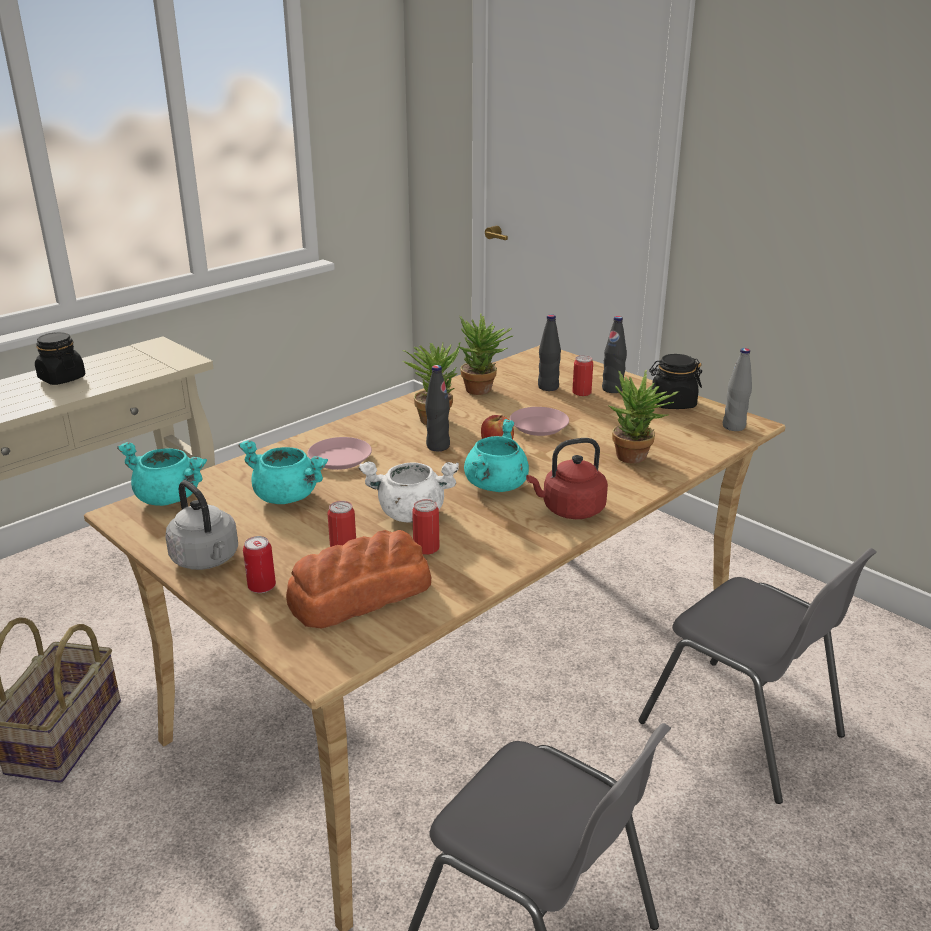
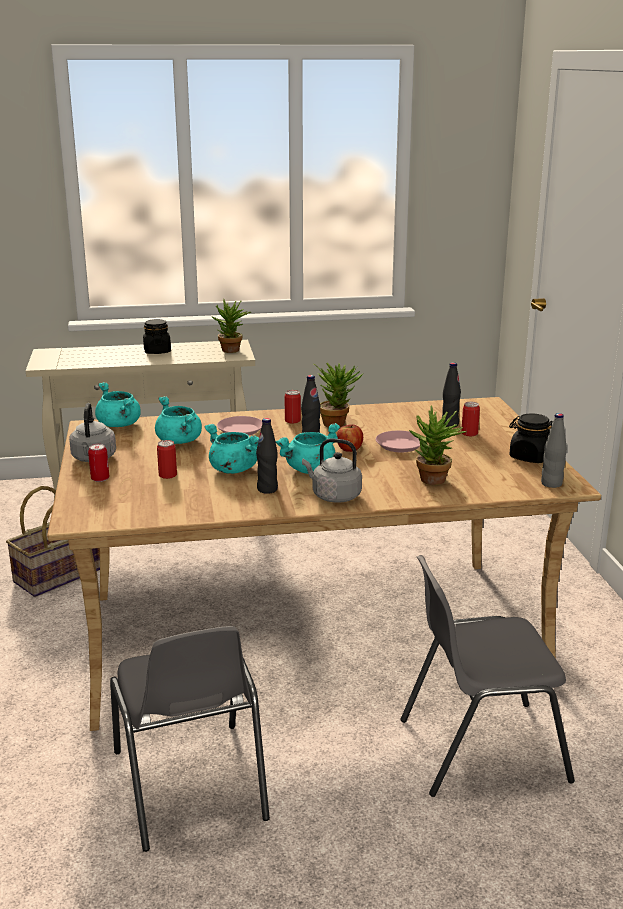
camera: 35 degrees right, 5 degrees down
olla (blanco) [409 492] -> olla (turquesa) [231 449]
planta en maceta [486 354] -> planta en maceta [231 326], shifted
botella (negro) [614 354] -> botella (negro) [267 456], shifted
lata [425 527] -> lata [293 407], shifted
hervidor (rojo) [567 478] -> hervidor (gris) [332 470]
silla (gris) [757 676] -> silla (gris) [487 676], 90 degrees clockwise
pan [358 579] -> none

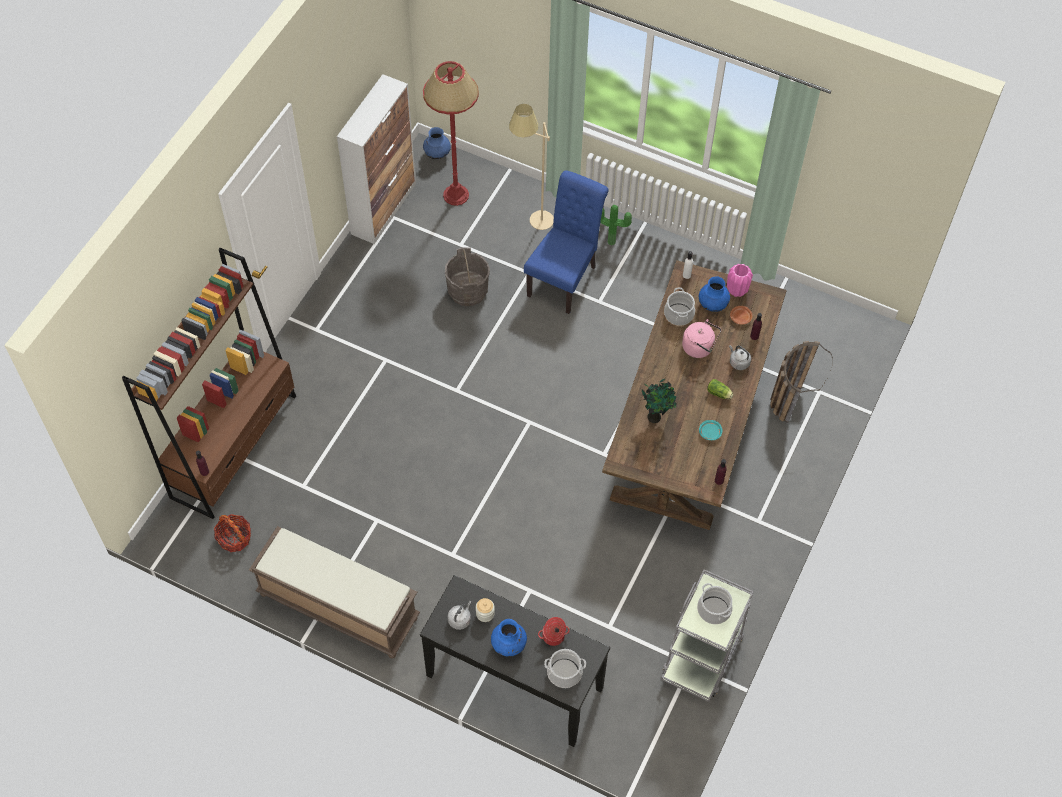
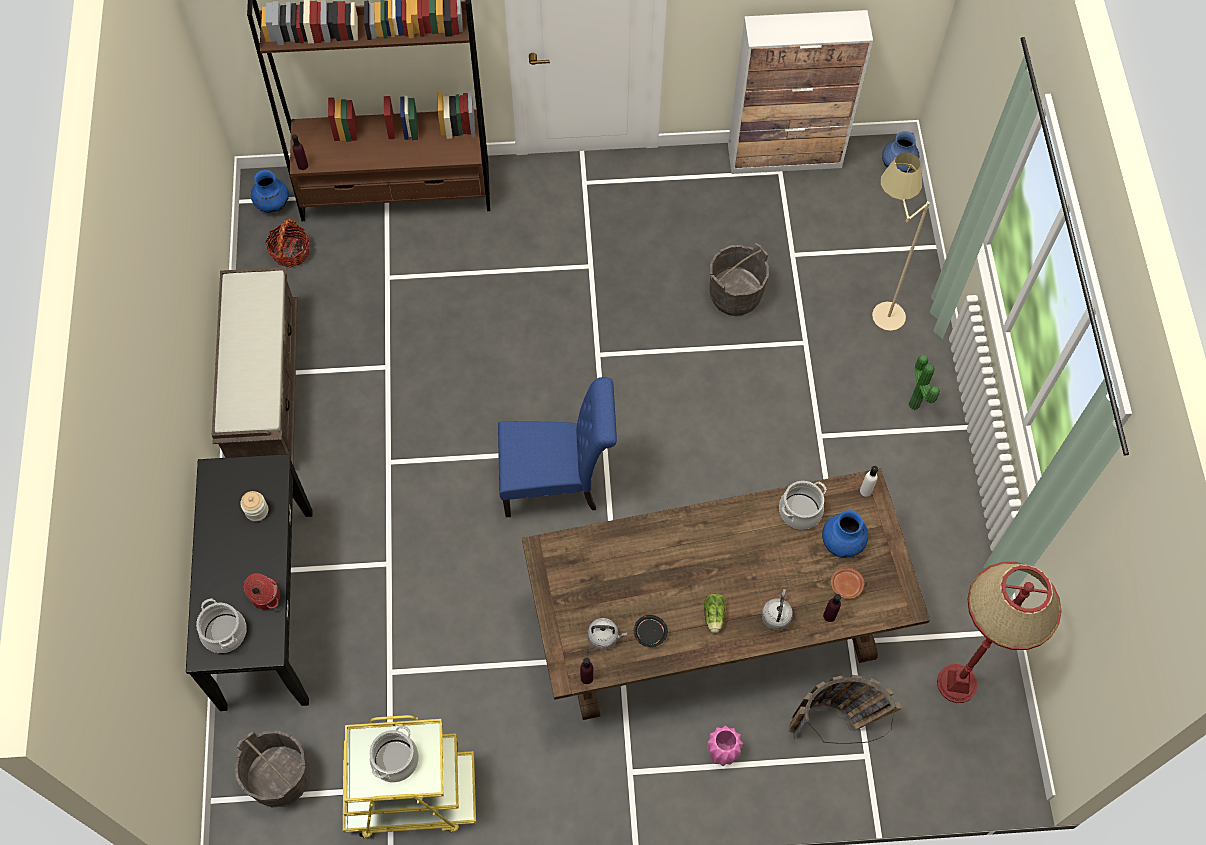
camera: 60 degrees right, 5 degrees up
none -> cubo (gris) [272 768]
florero (azul) [509 638] -> florero (azul) [270 191], shifted
carrito (gris) [707 635] -> carrito (amarillo) [409 776]
silla (azul) [566 242] -> silla (azul) [557 447], shifted
hervidor (gris) [459 615] -> hervidor (gris) [607 634], shifted
plato (turquesa) [710 430] -> plato (negro) [651 631]
florero (rosa) [740 280] -> florero (rosa) [725 746], shifted
lámpara de pie (rojo) [451 133] -> lámpara de pie (rojo) [999 632], shifted
planta en maceta [659 401] -> none
hervidor (rosa) [701 338] -> none

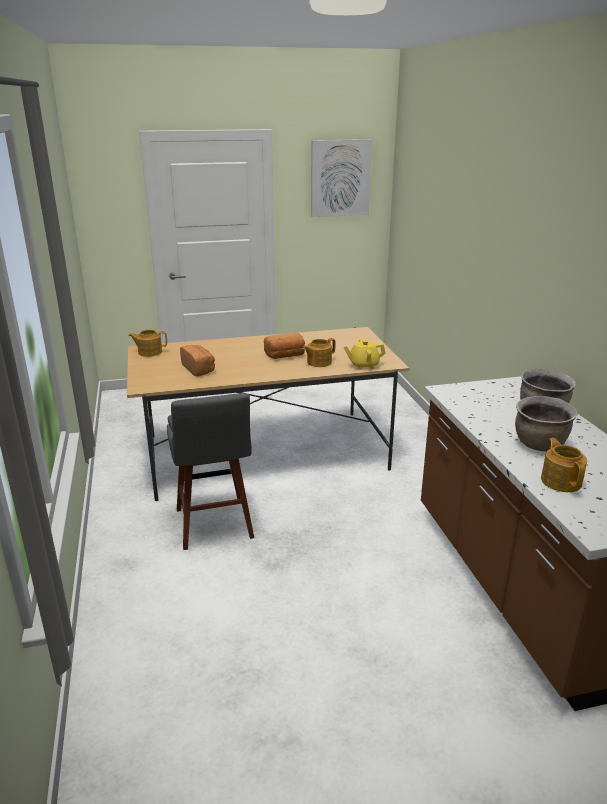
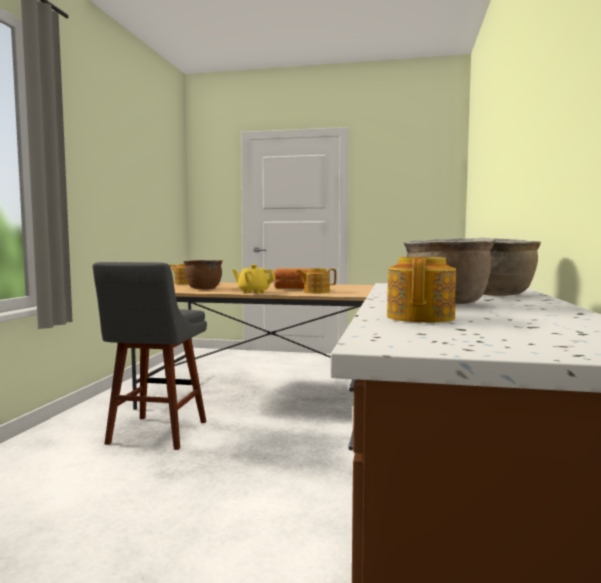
camera: 25 degrees right, 20 degrees down
pan [197 361] -> olla (marrón) [203 274]
tetera (amarillo) [365 354] -> tetera (amarillo) [253 279], shifted
cuadro [341 178] -> none

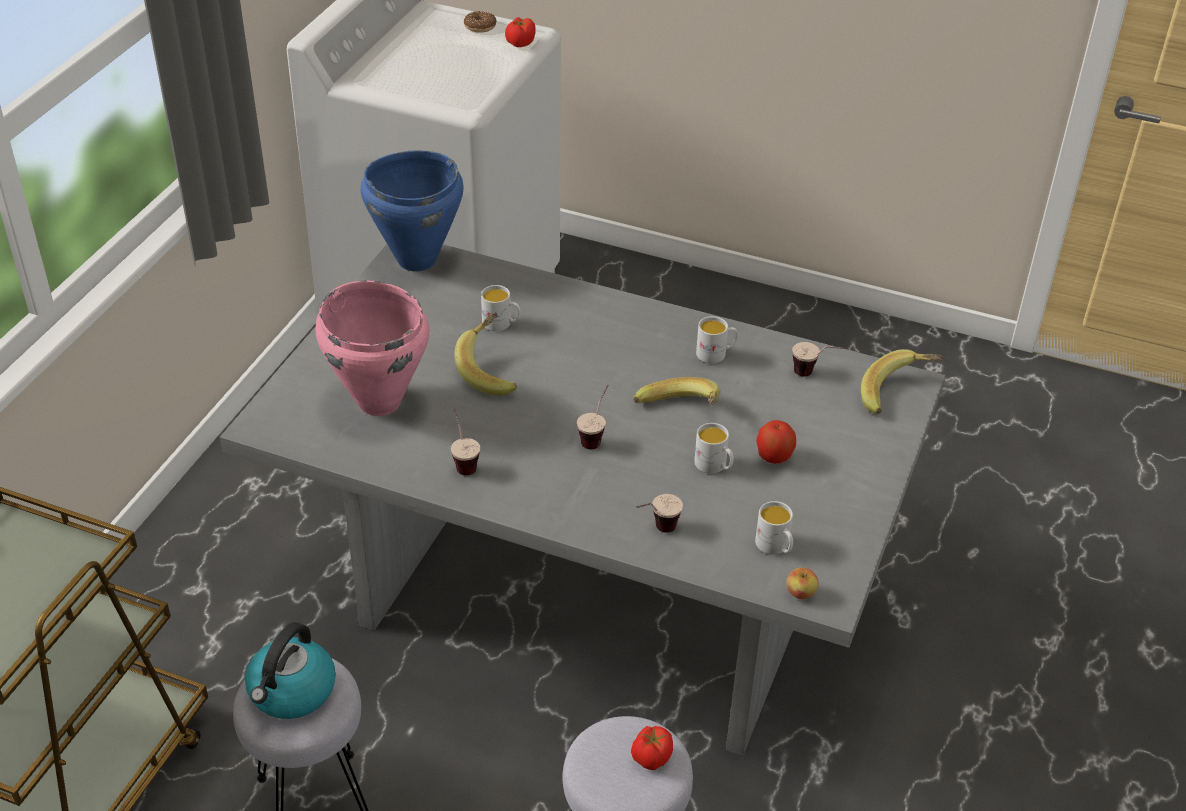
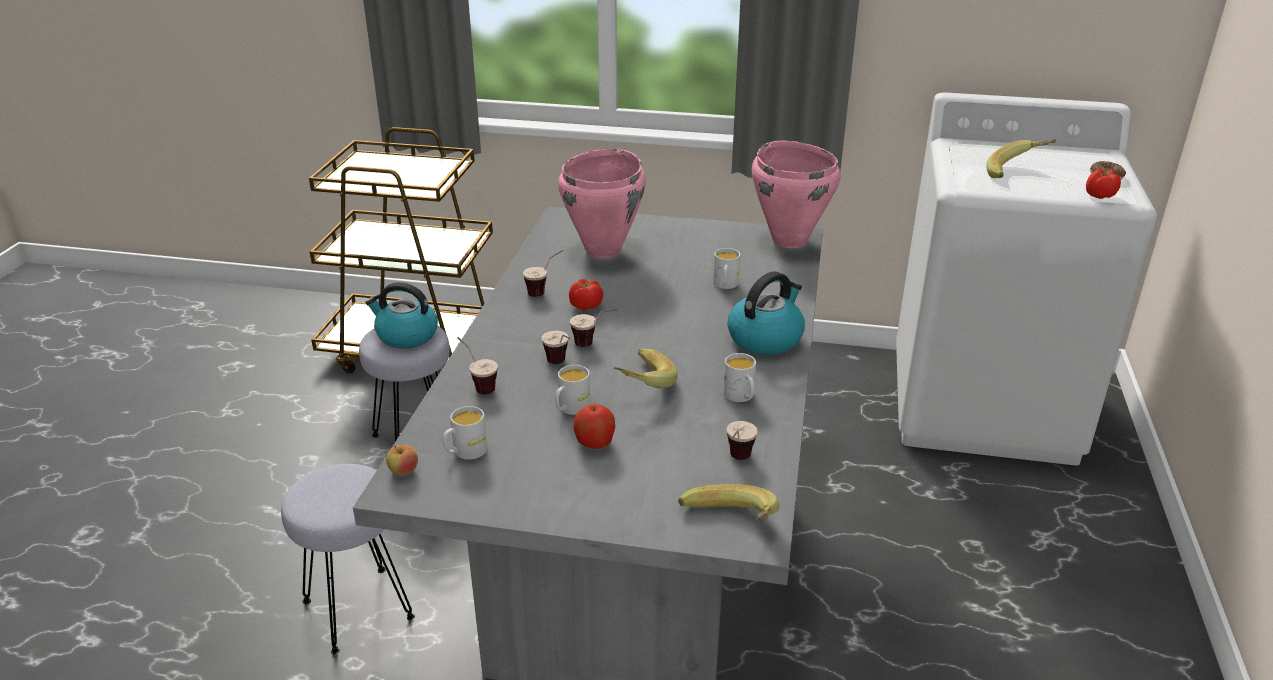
camera: 80 degrees right, 10 degrees down
none -> taza [556 347]
tomate [652 748] -> tomate [586 294], shifted
none -> hervidor [766 313]
olla (azul) [412 211] -> olla (rosa) [796 194]
plátano [486 354] -> plátano [1021 158], shifted

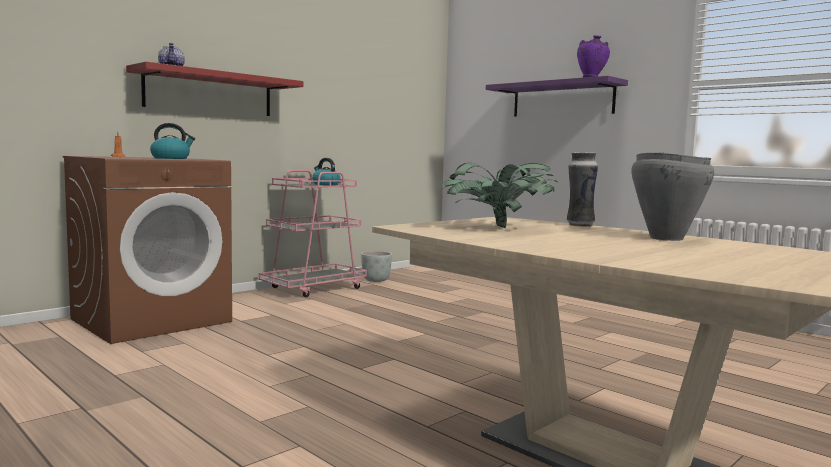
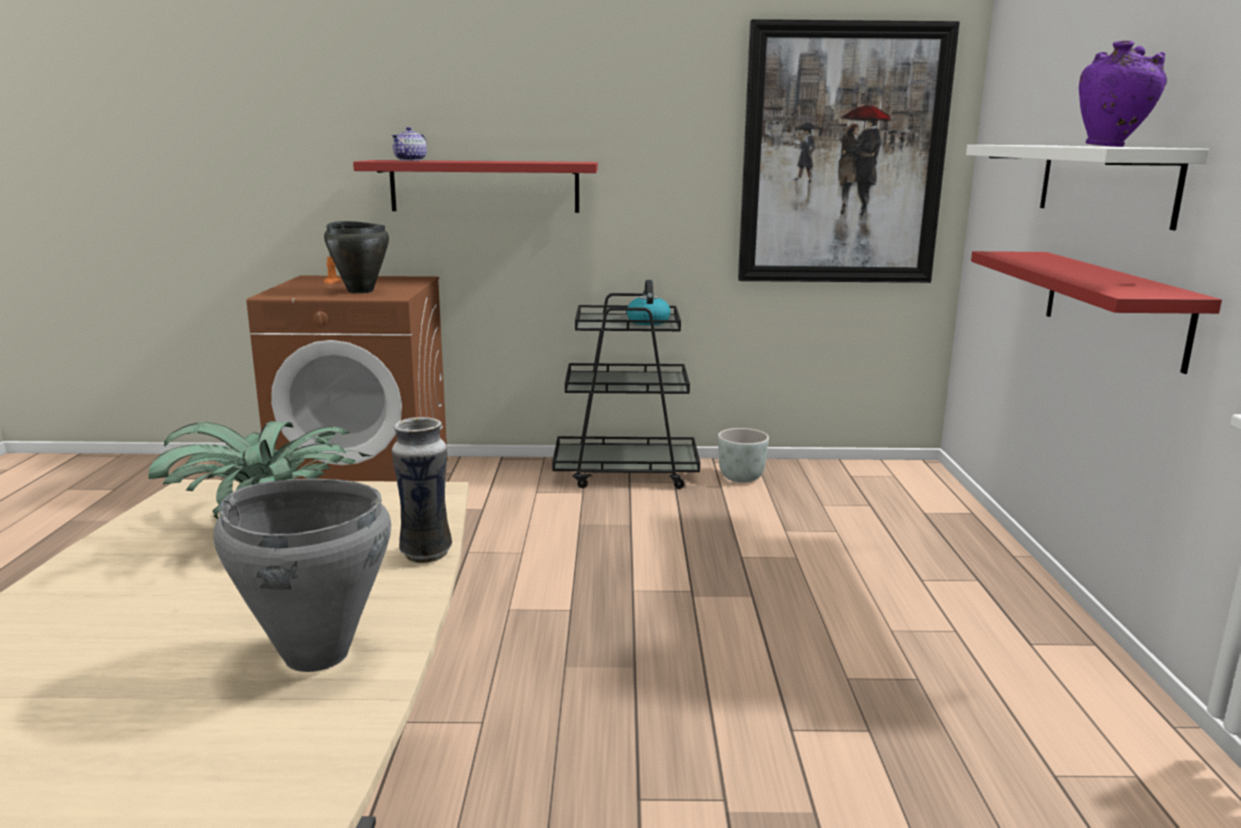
camera: 45 degrees right, 10 degrees up
hervidor [172 141] -> olla (negro) [356 257]
carrito (rosa) [313 233] -> carrito (negro) [626 391]
none -> cuadro [849 151]
estante (morado) [557 96] -> estante (blanco) [1087 187]
none -> estante (rojo) [1096 312]

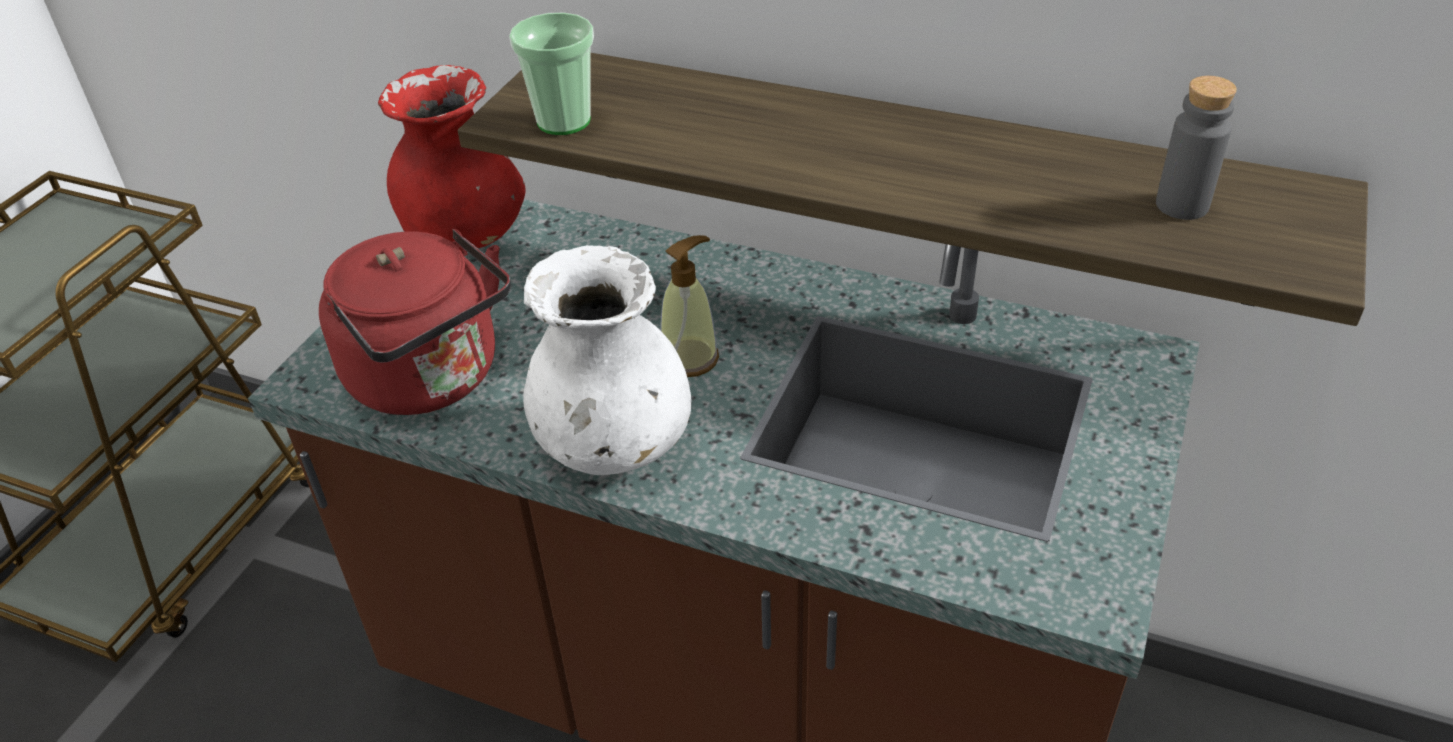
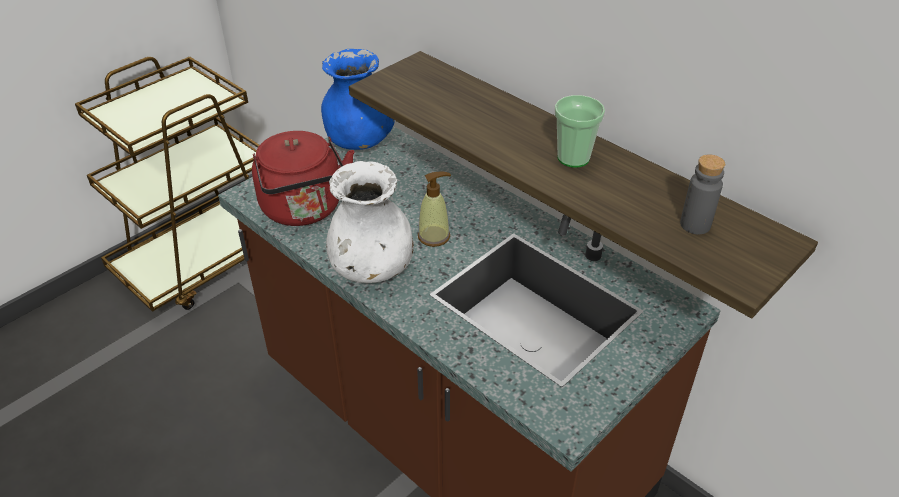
camera: 20 degrees right, 0 degrees up
florero (rojo) [451 158] -> florero (azul) [358 99]
taza [551 74] -> taza [579 131], shifted

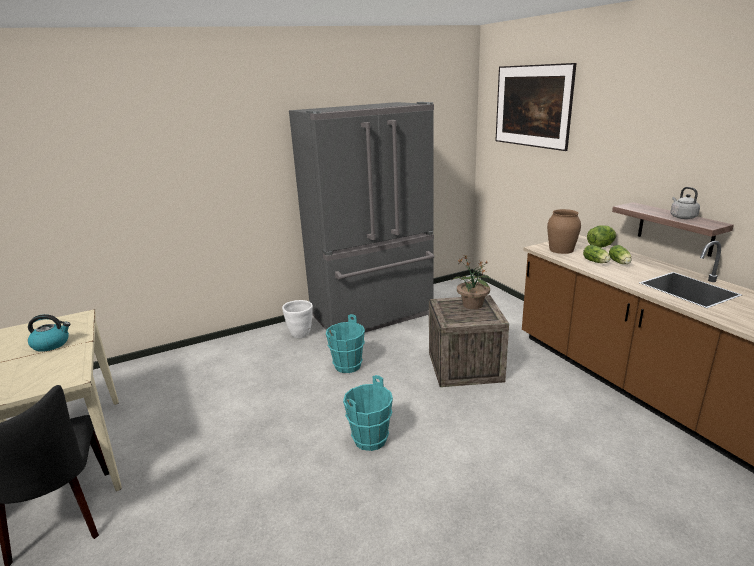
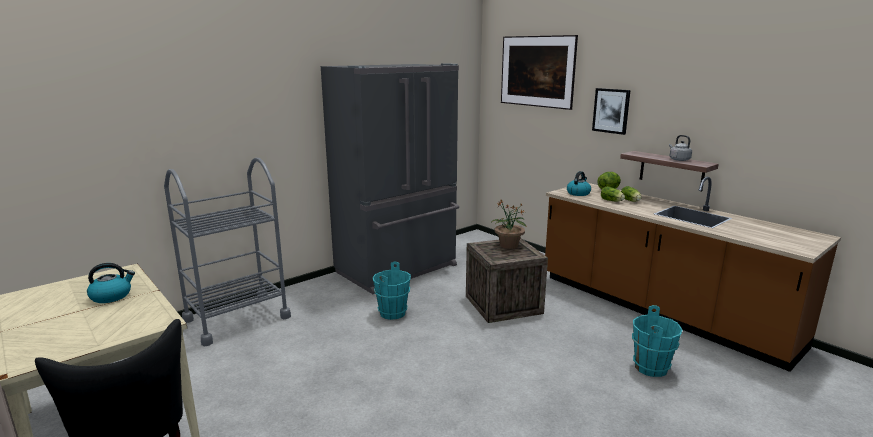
camera: 15 degrees left, 5 degrees down
none -> carrito (gris) [227 252]
florero (marrón) [564 231] -> hervidor [579 183]
none -> cuadro [611 111]
cubo (turquesa) [368 413] -> cubo (turquesa) [657 341], shifted
maceta (blanco) [297 319] -> none

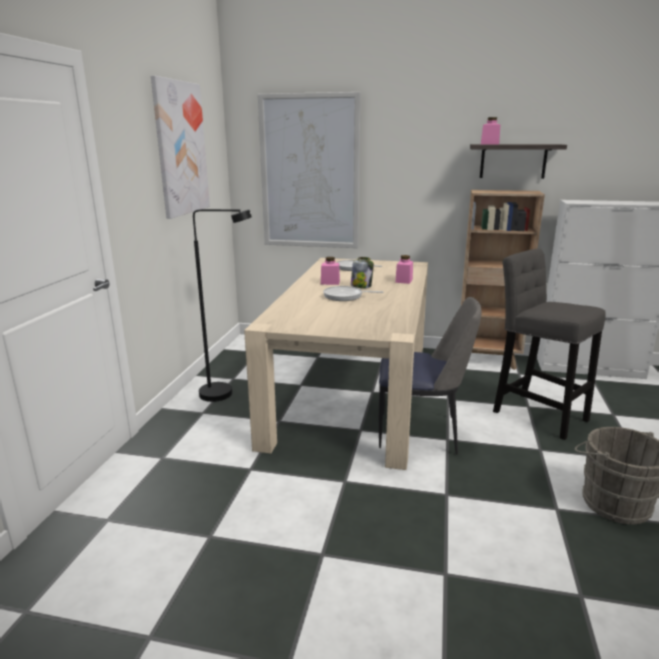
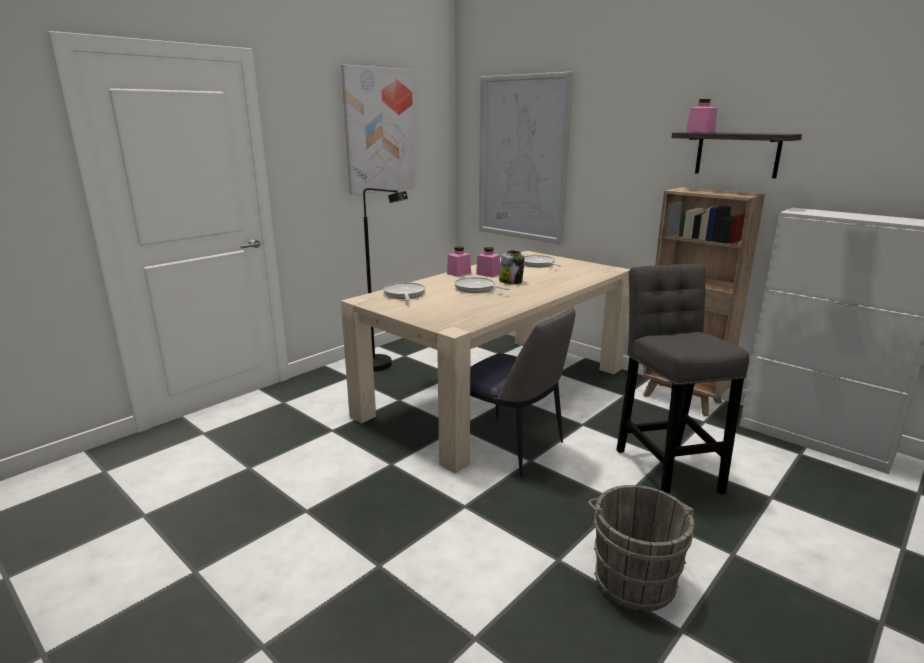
camera: 30 degrees right, 0 degrees up
none -> sartén [404 291]
tarro (rosa) [404 269] -> tarro (rosa) [459 261], shifted

